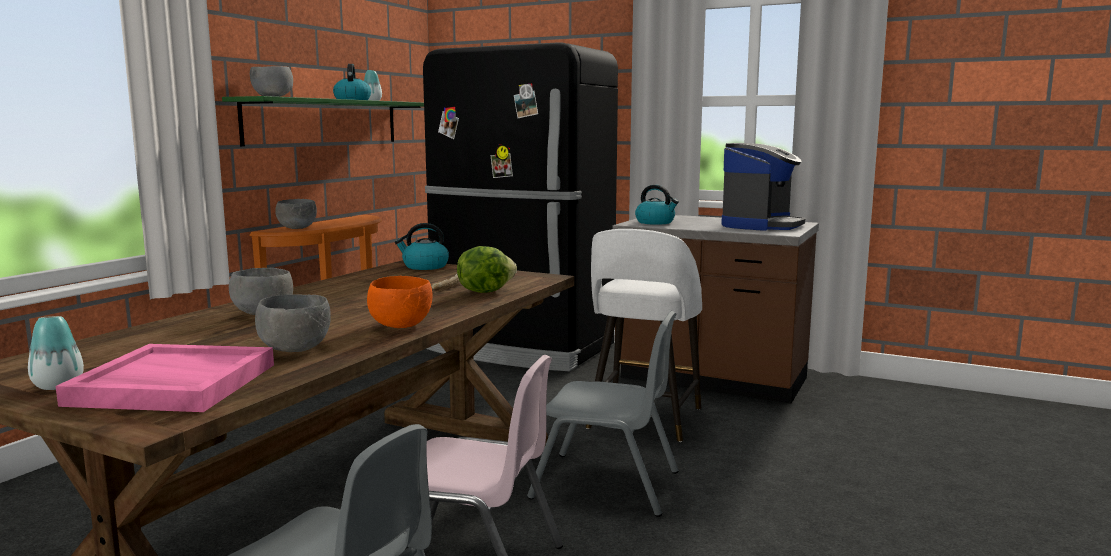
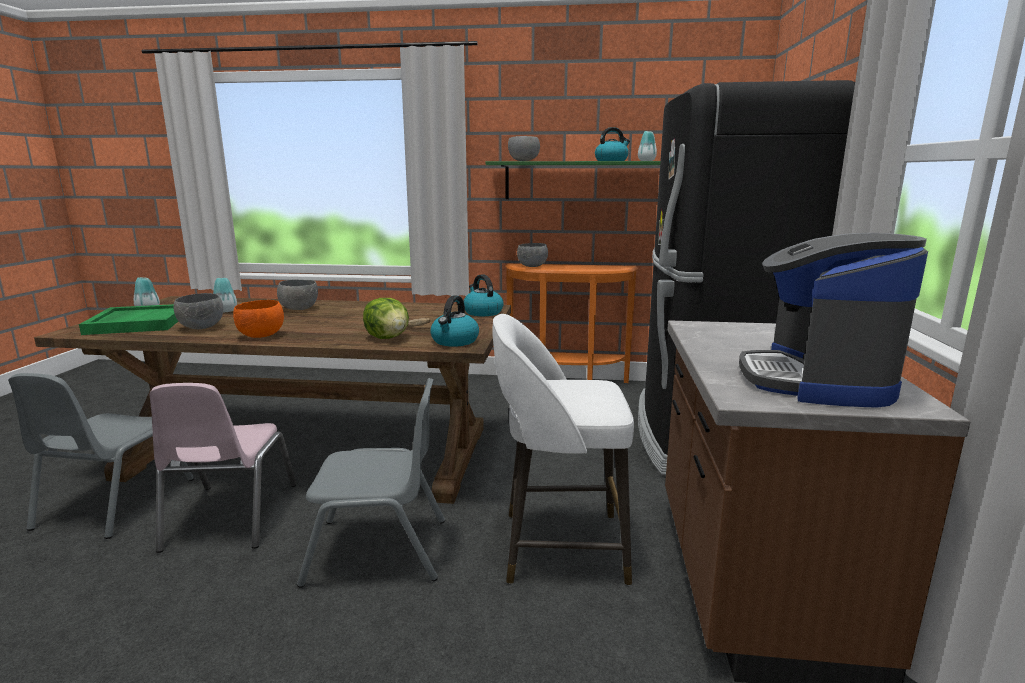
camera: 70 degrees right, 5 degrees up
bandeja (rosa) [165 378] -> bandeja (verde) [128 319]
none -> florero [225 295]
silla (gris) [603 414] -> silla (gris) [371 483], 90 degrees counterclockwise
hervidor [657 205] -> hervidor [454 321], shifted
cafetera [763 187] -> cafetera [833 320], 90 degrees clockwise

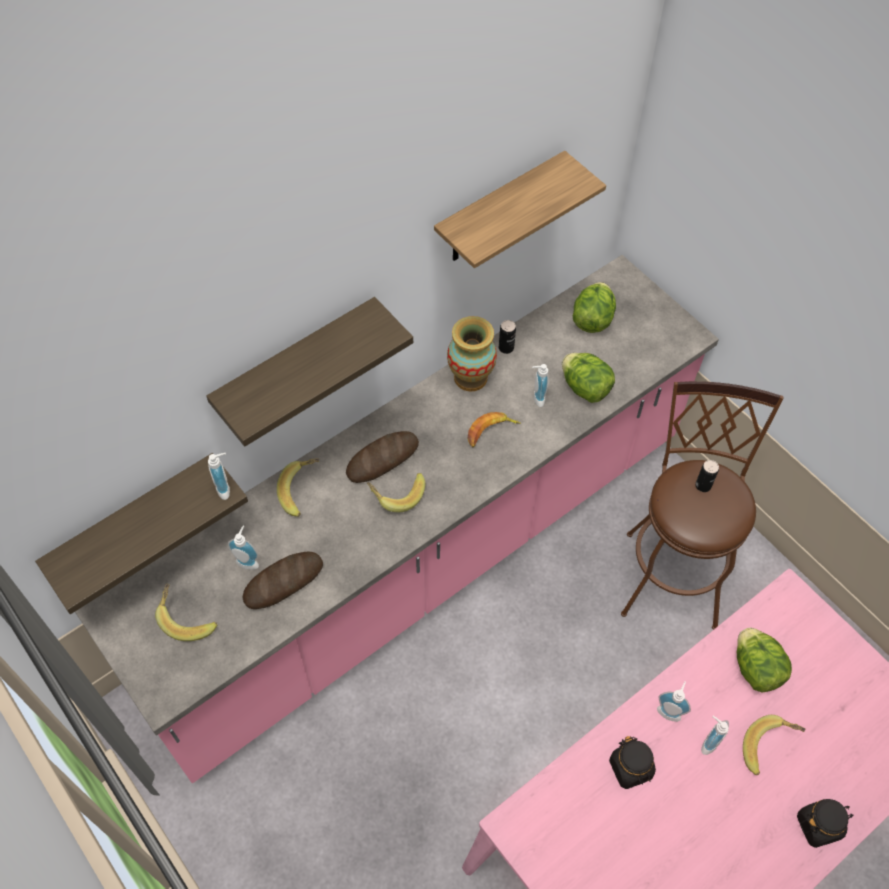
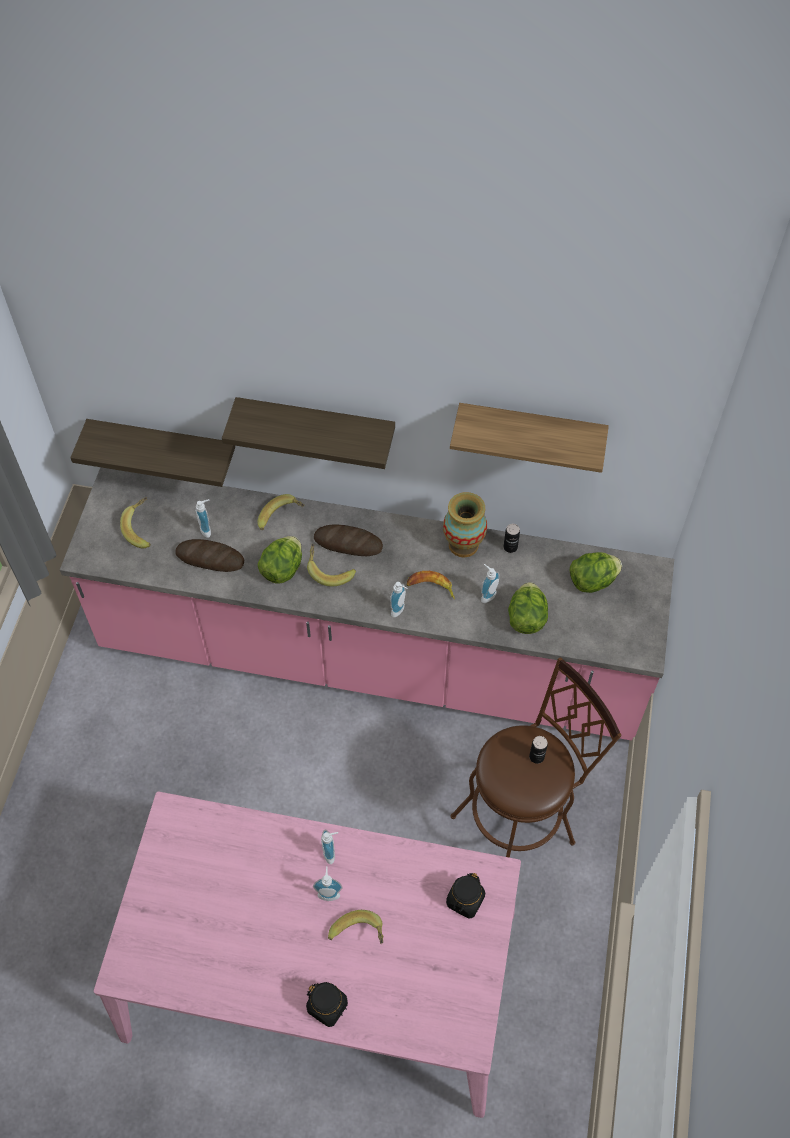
camera: 50 degrees right, 0 degrees up
lechuga [764 659] -> lechuga [280 560], shifted
dispensador de jabón [219 476] -> dispensador de jabón [398 599], shifted
tarro (negro) [632 762] -> tarro (negro) [465 896], shifted

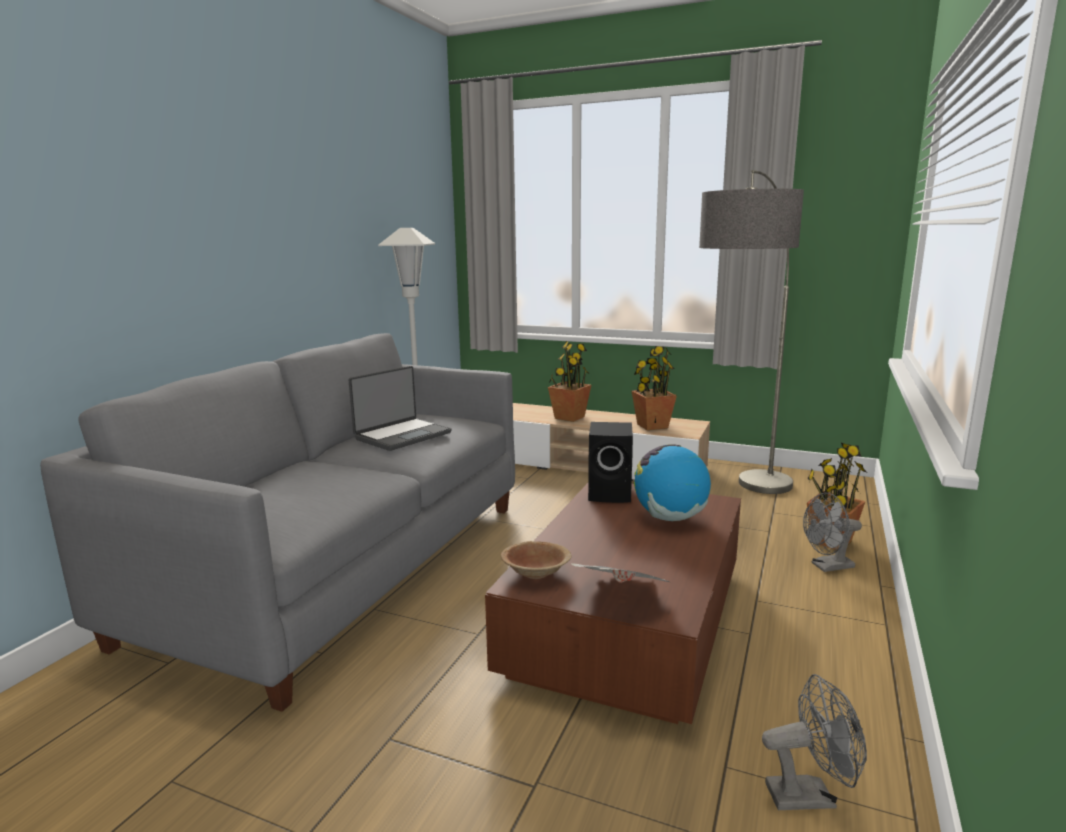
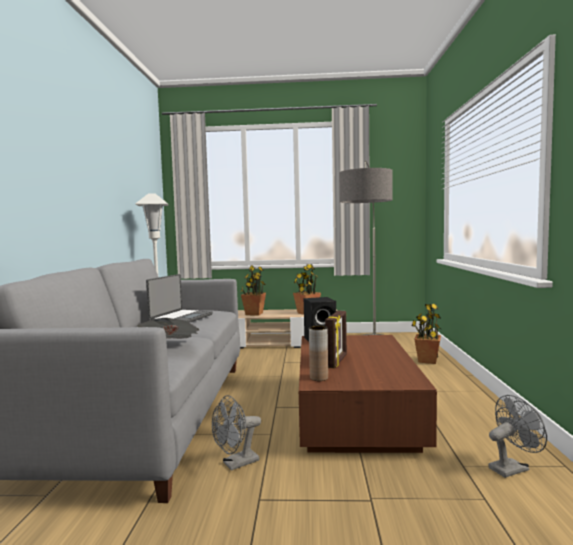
camera: 20 degrees left, 10 degrees down
periódico [620 573] -> periódico [168 328], shifted
ventilador (gris) [832 532] -> ventilador (gris) [236 433], shifted
cuenco (marrón) [536 560] -> florero (marrón) [318 353]
none -> portarretratos [336 339]
globo terráqueo [672 482] -> none

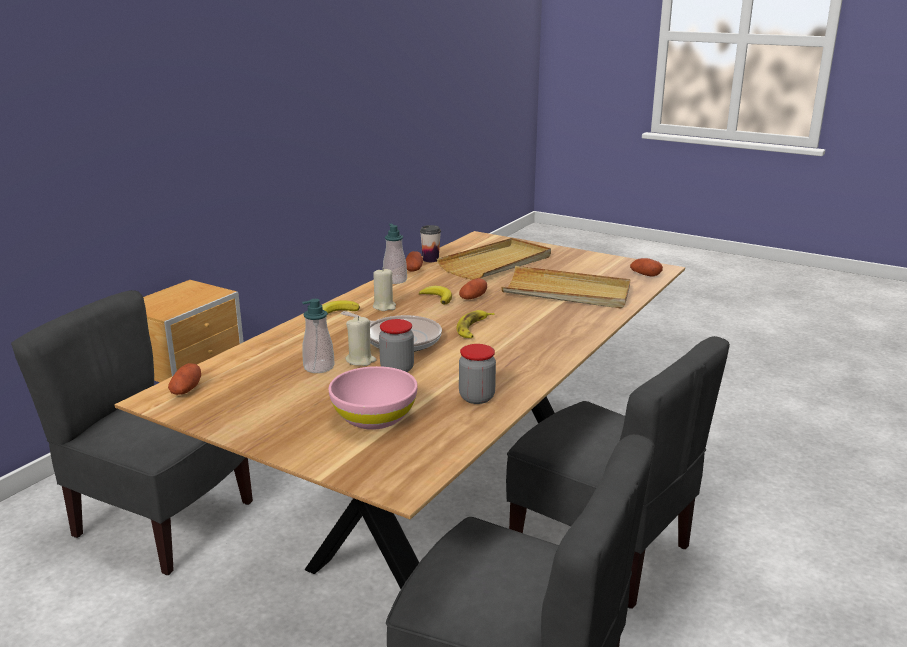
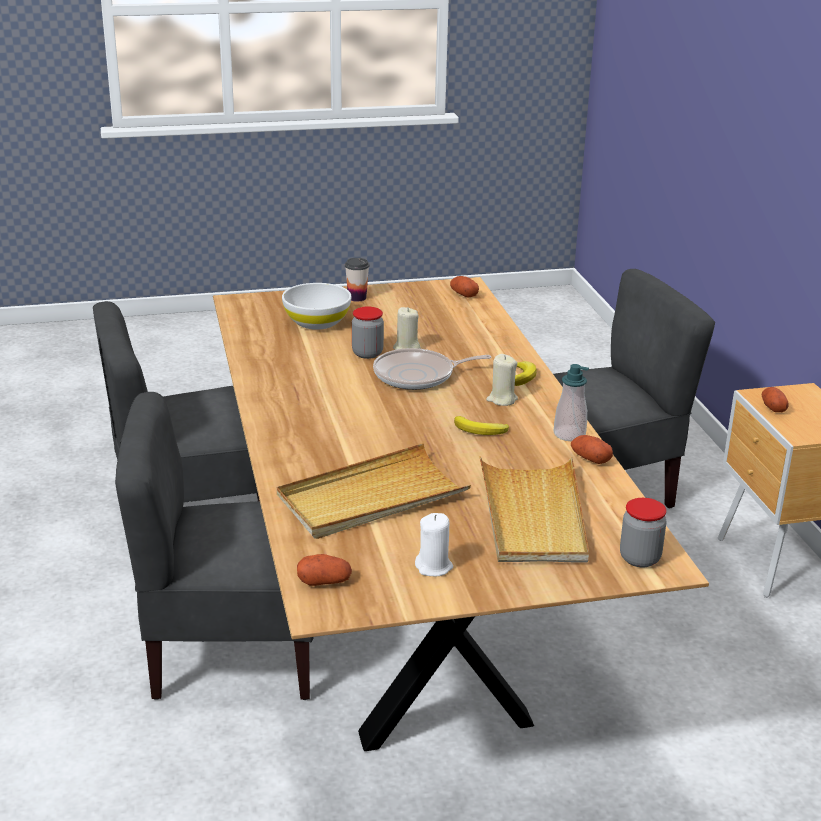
camera: 135 degrees right, 5 degrees up
cuenco (rosa) [373 398] -> cuenco (blanco) [316 306]
taza [430 243] -> taza [357 280], shifted
none -> vela (blanco) [434 544]
tarro [477 374] -> tarro [643 533], shifted
patata [473 289] -> patata [775 399], shifted
dispensador de jabón [318 336] -> none
plátano [475 324] -> none

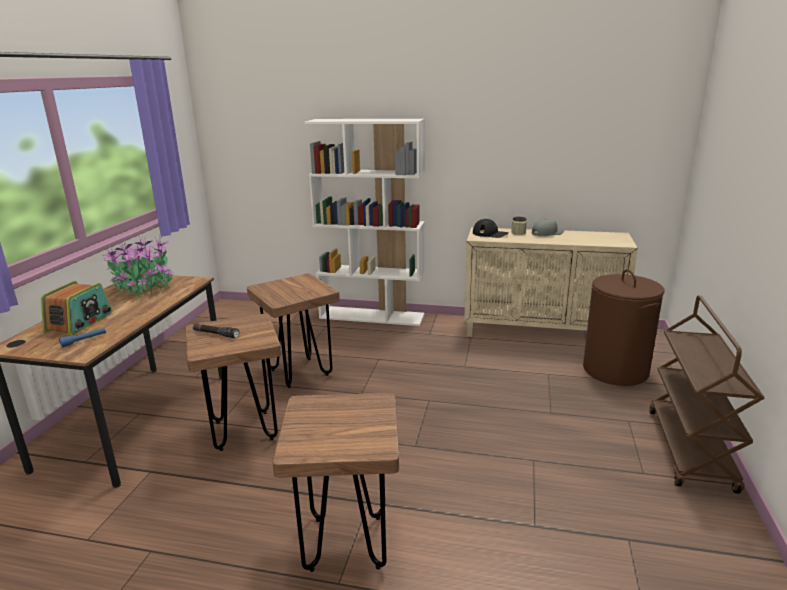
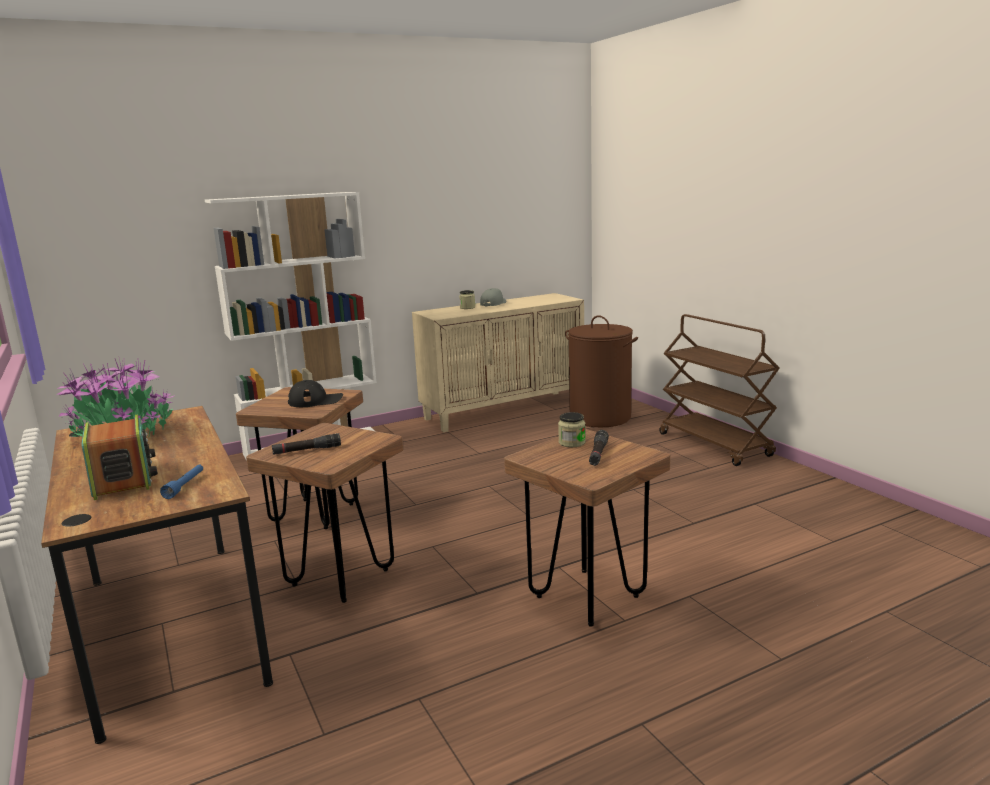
camera: 40 degrees left, 5 degrees down
gorra (negro) [491 228] -> gorra (negro) [315 393], shifted
none -> tarro [572 429]
none -> linterna (negro) [599 448]

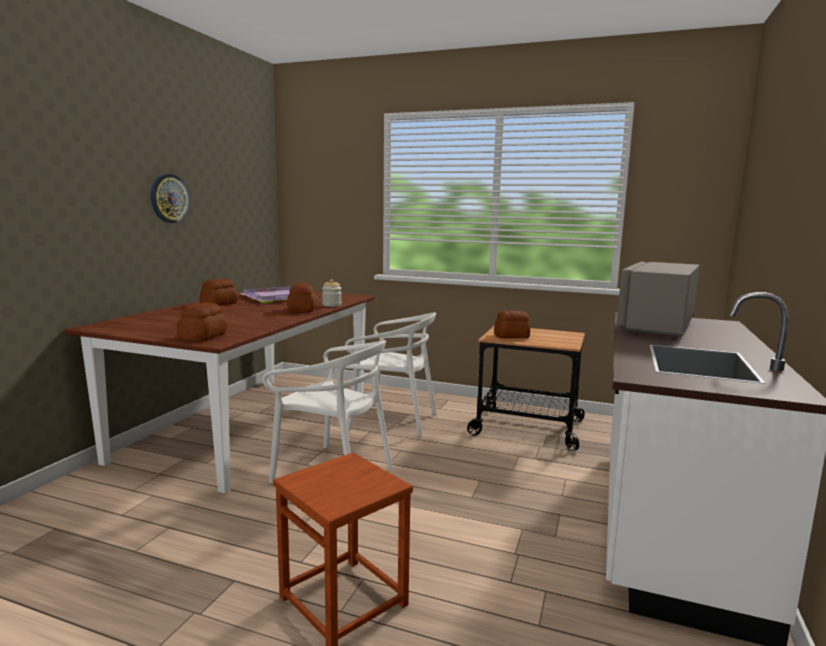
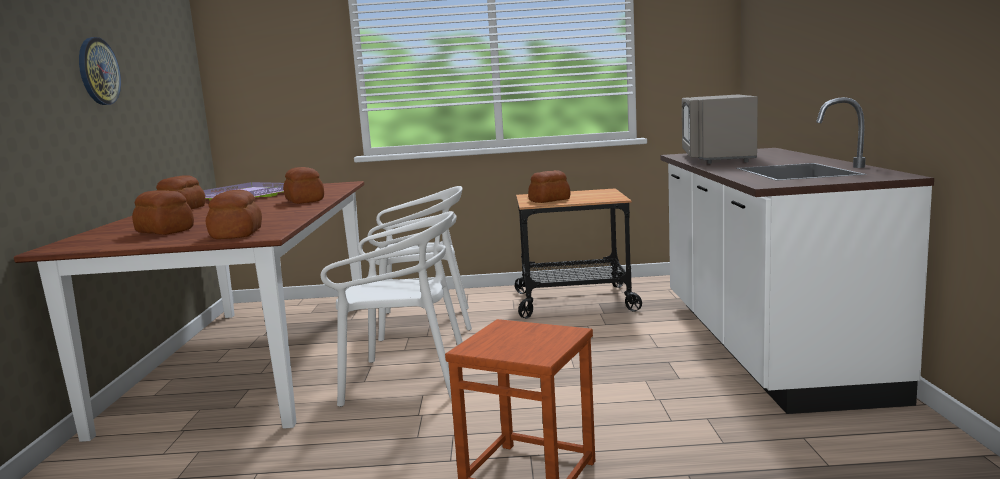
camera: 20 degrees left, 0 degrees up
none -> pan [163 212]
tarro [332 293] -> none

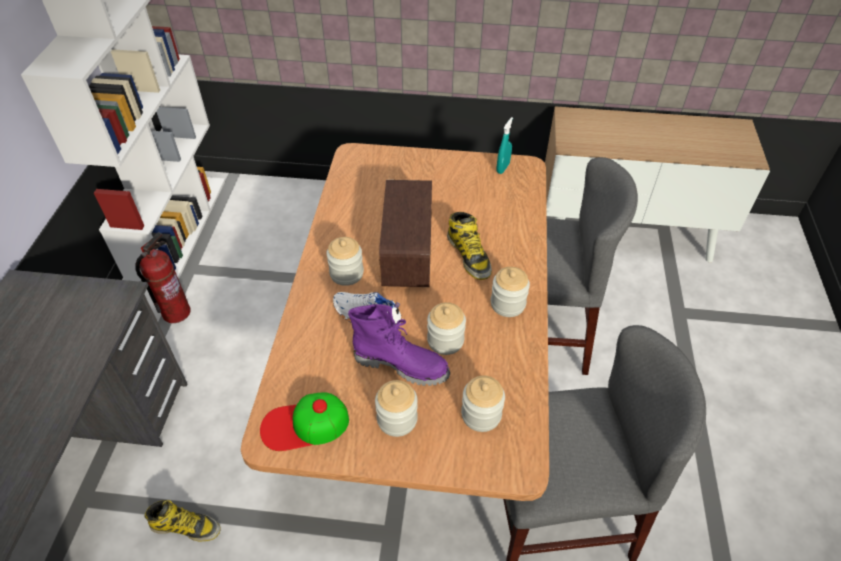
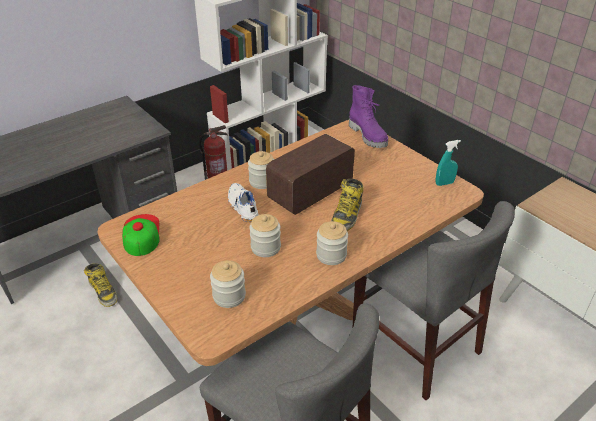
camera: 45 degrees right, 10 degrees down
gorra [304 422] -> gorra [141 235], 45 degrees clockwise
bota (morado) [399 345] -> bota (morado) [368 116], shifted
tarro [396 408] -> none

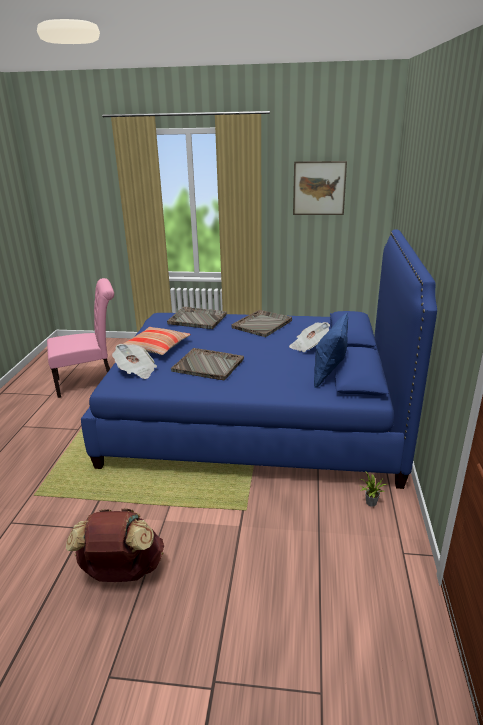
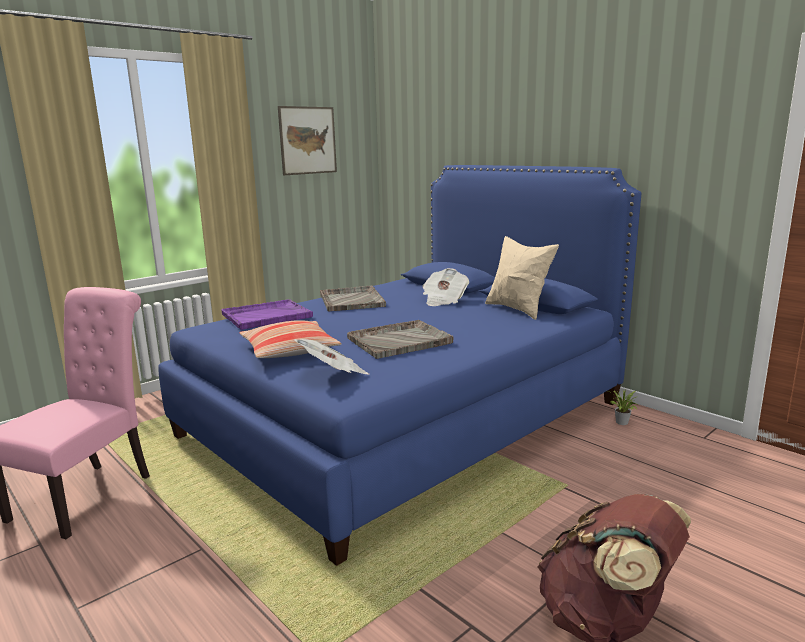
camera: 50 degrees left, 10 degrees down
bandeja (gris) [197 318] -> bandeja (morado) [267 314]
cojín (azul) [331 350] -> cojín (beis) [522 278]

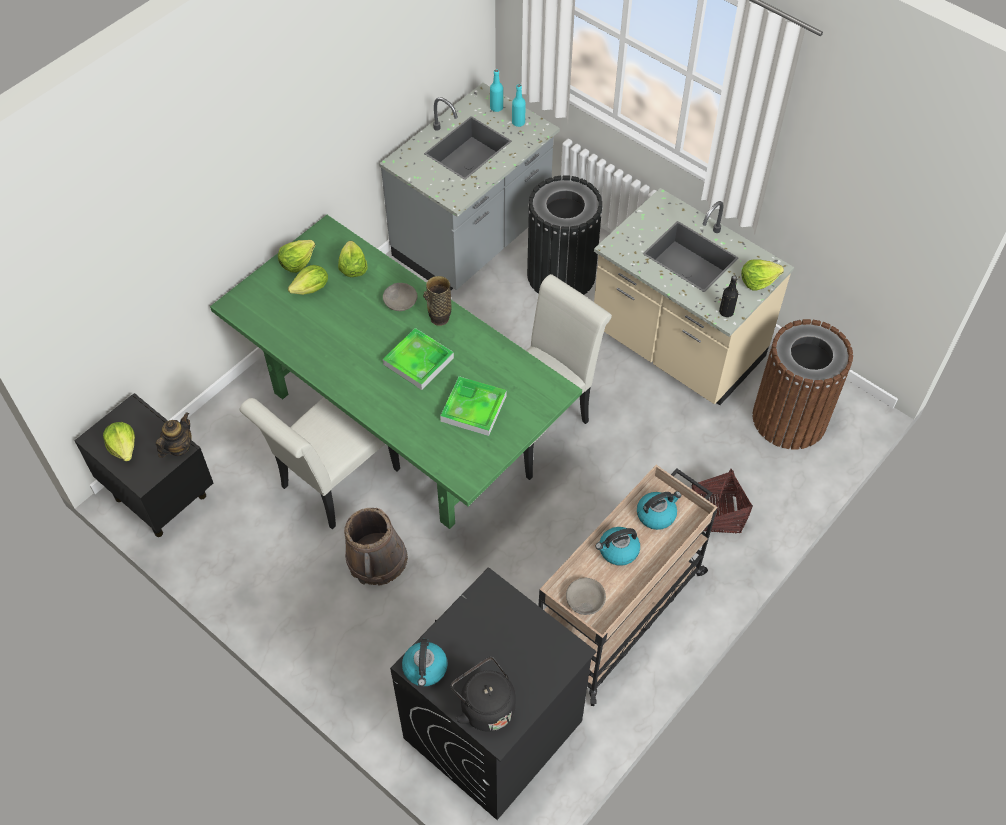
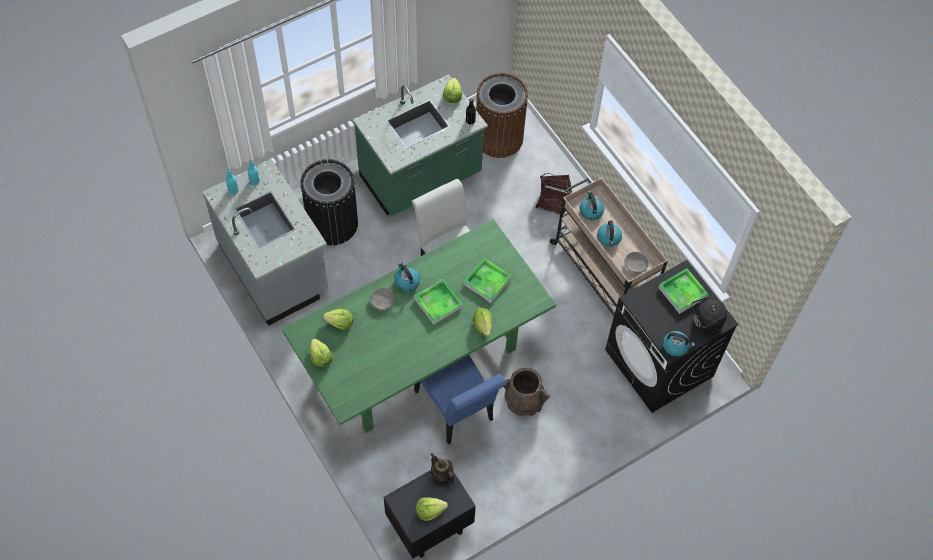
camera: 75 degrees left, 5 degrees up
mueble bajo de cocina (beis) [694 296] -> mueble bajo de cocina (verde) [420 145]
florero [437 301] -> hervidor [407 276]
silla (blanco) [319 463] -> silla (azul) [460 399]
lechuga [308 280] -> lechuga [482 322], shifted
none -> bandeja [683 291]

